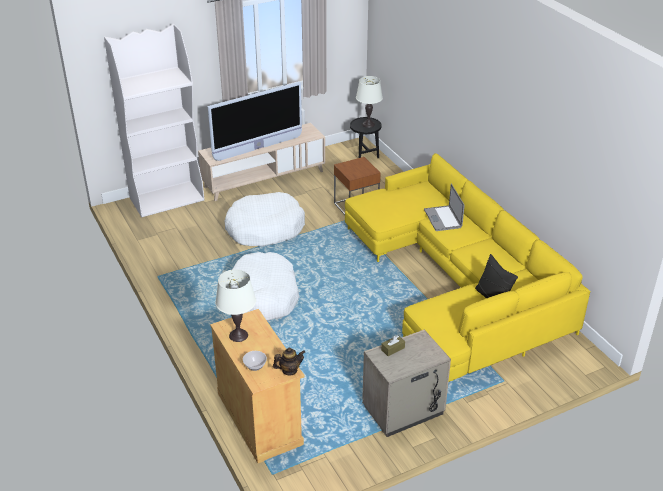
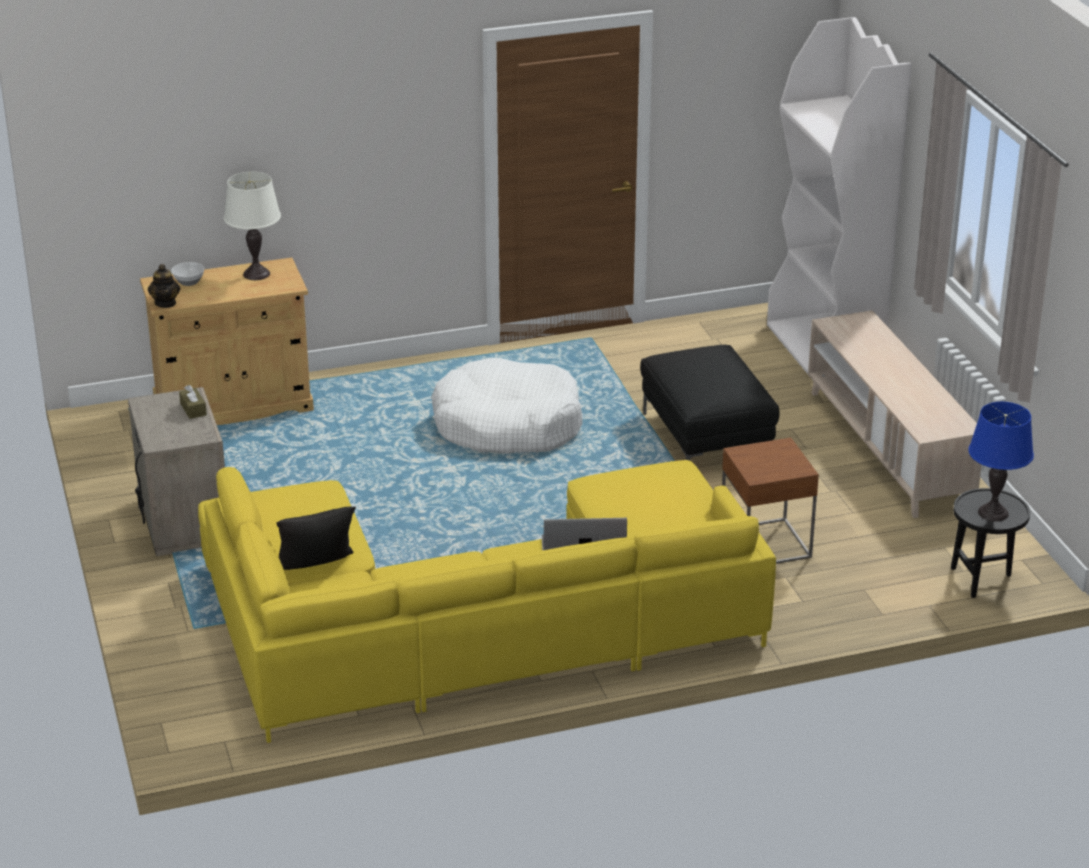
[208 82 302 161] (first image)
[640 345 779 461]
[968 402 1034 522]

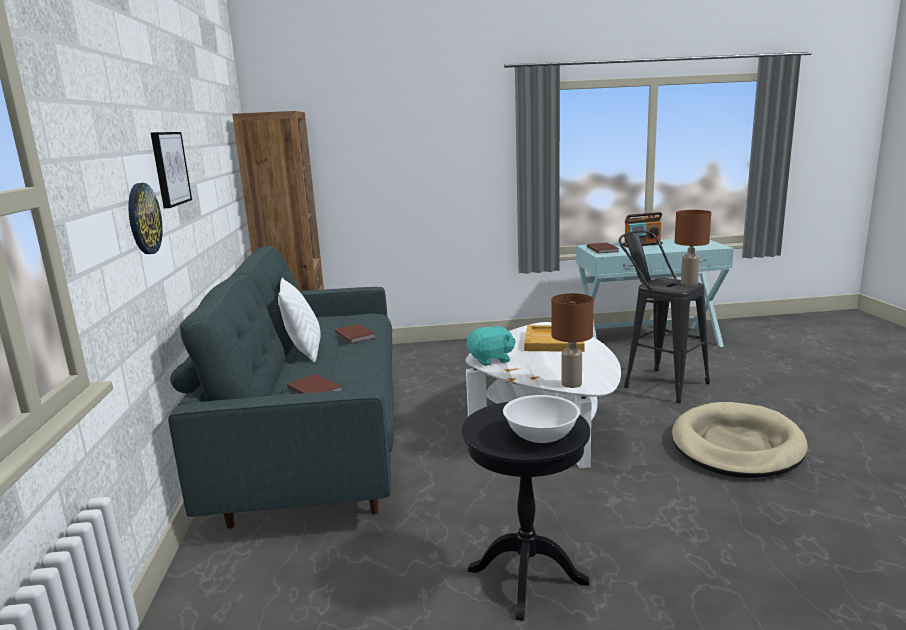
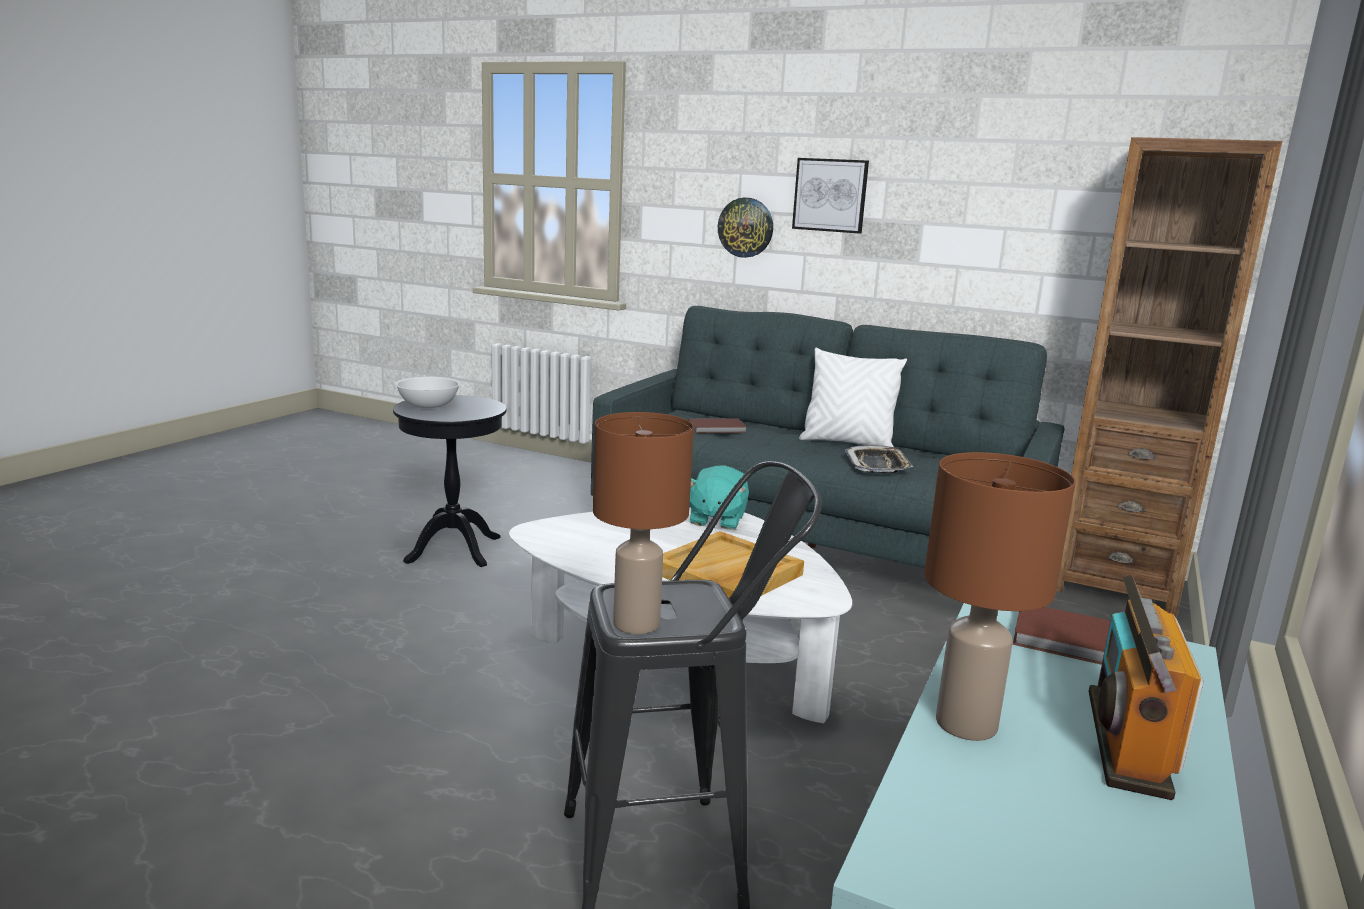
[846 445 913 473]
[924 452 1076 741]
[672 402 808 478] (first image)

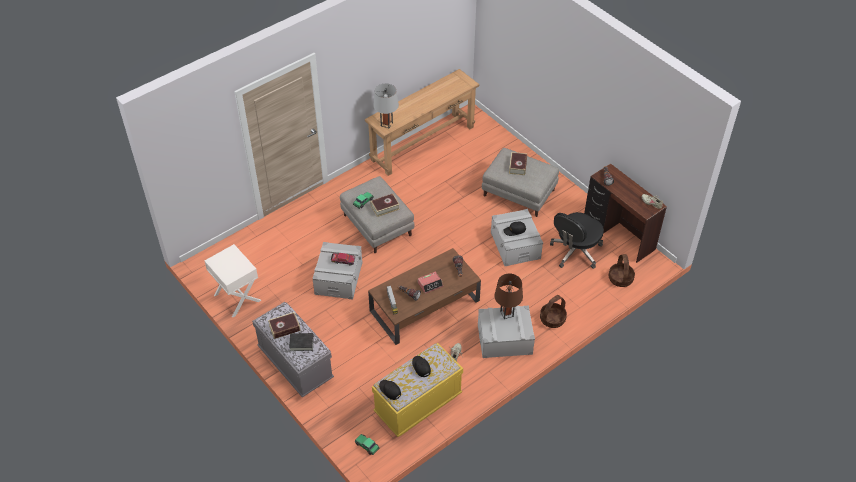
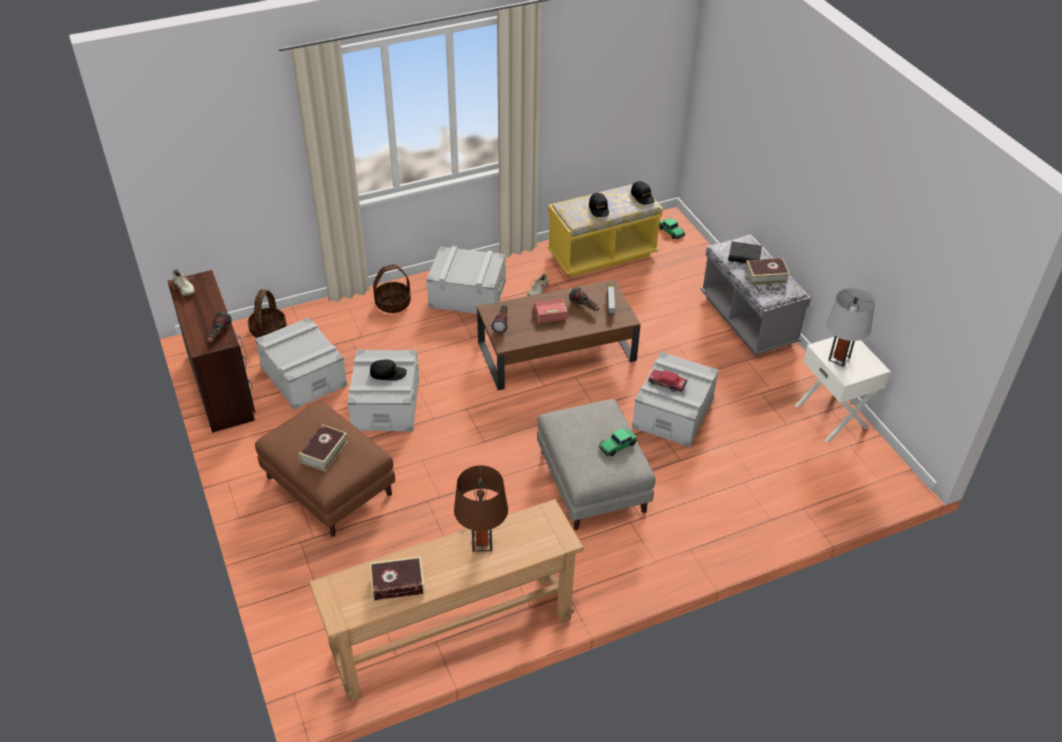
[370 556 425 601]
[826 288 875 367]
[255 401 395 537]
[454 465 508 552]
[255 317 347 410]

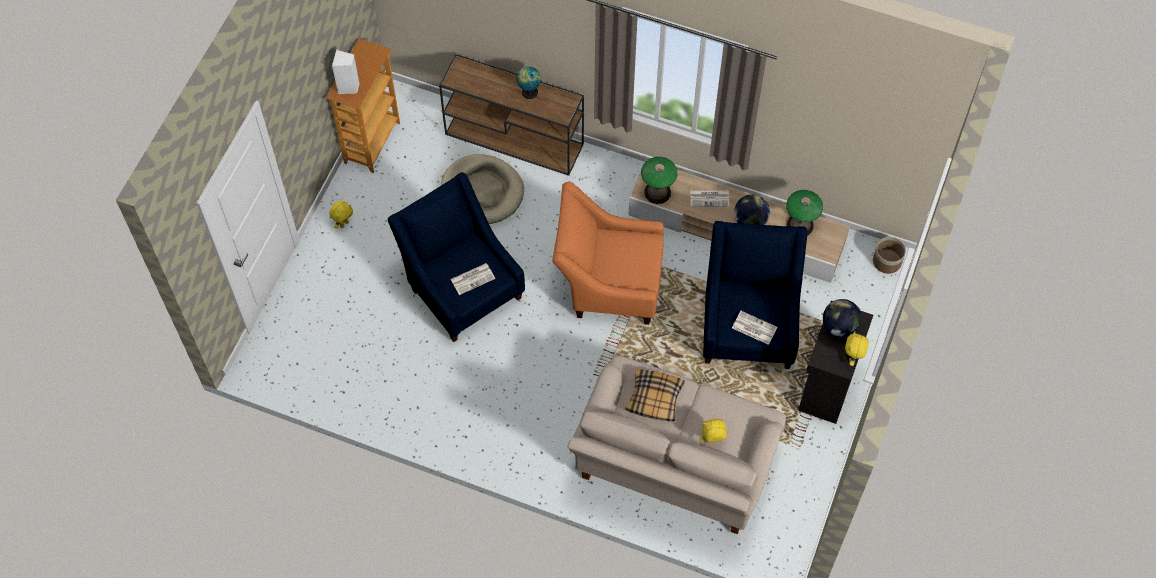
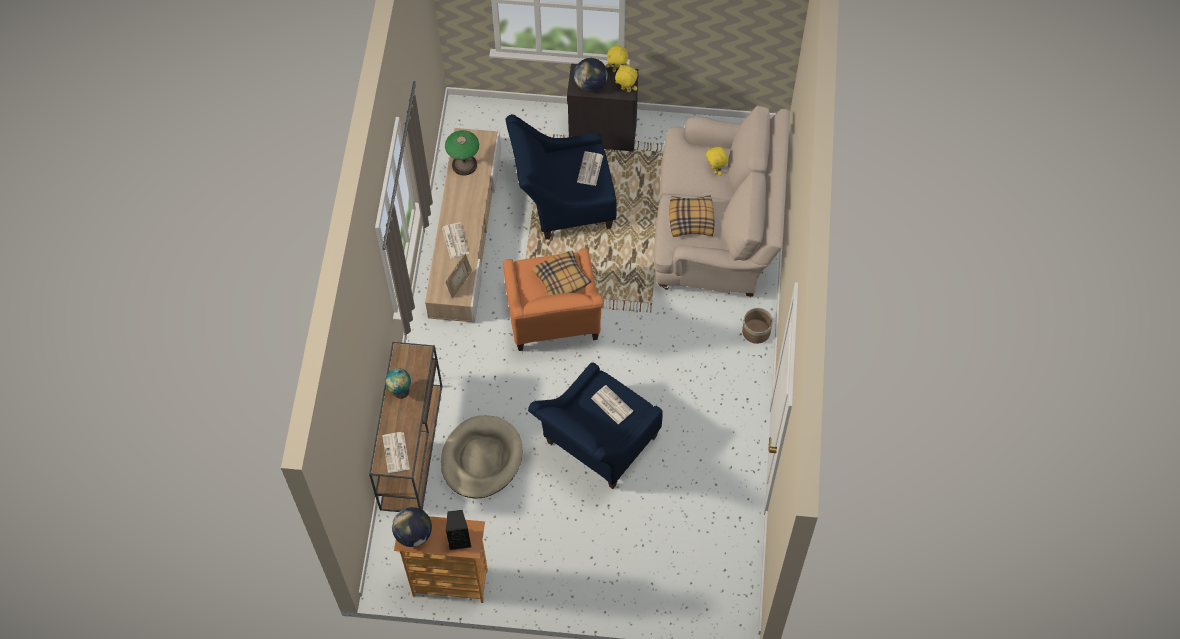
[615 64 637 92]
[445 510 471 550]
[445 253 472 298]
[392 507 432 547]
[742 308 773 344]
[382 432 410 473]
[532 251 591 295]

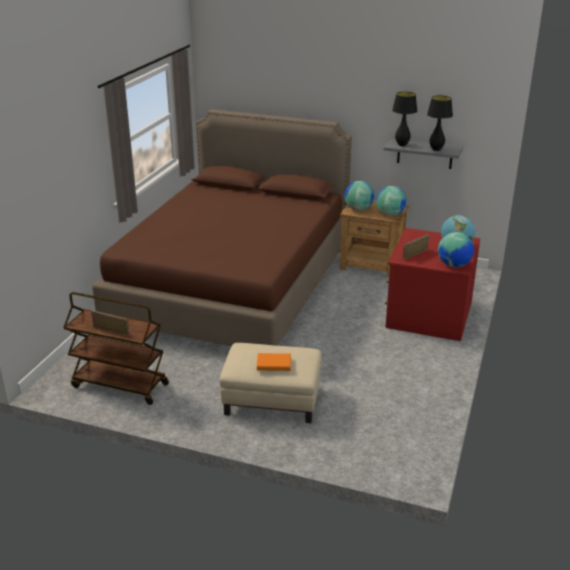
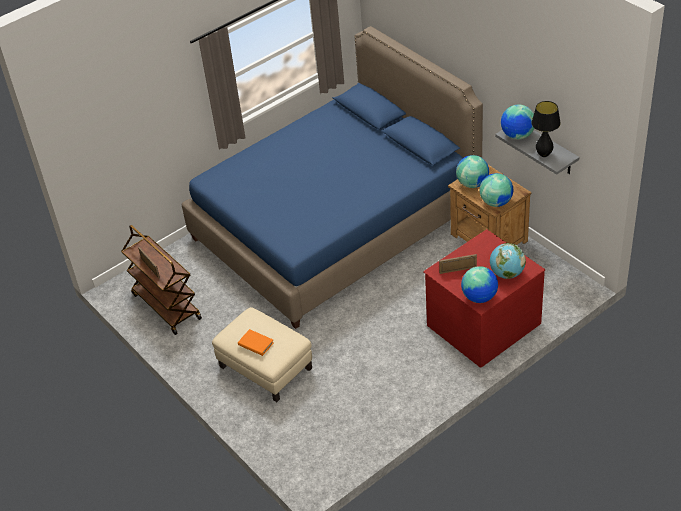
[182 26 483 329]
[501 104 535 139]

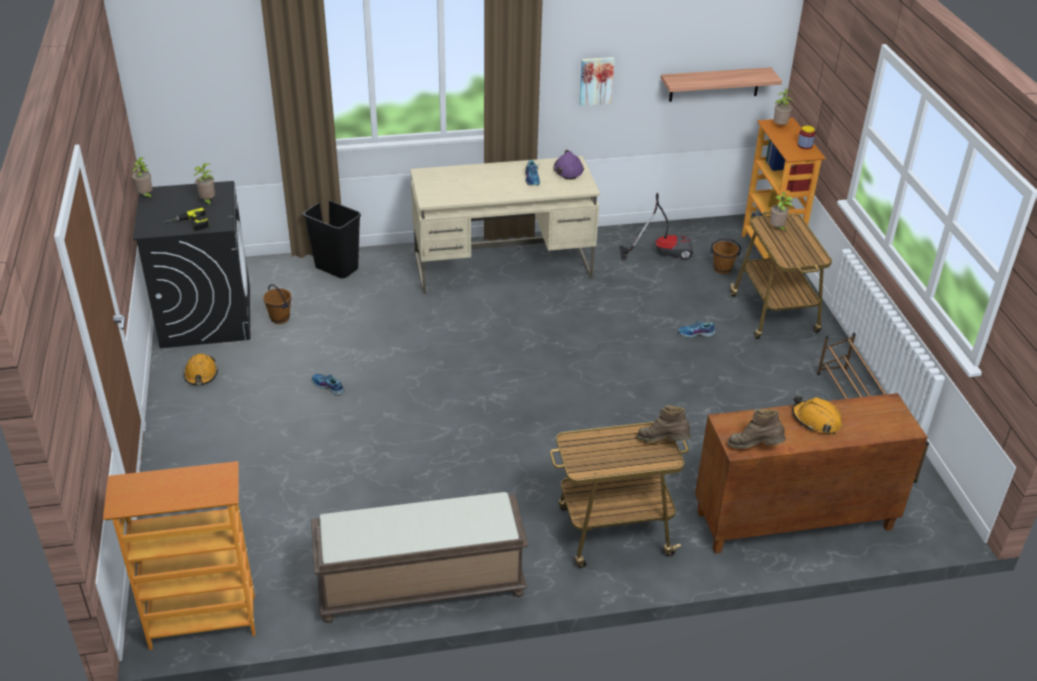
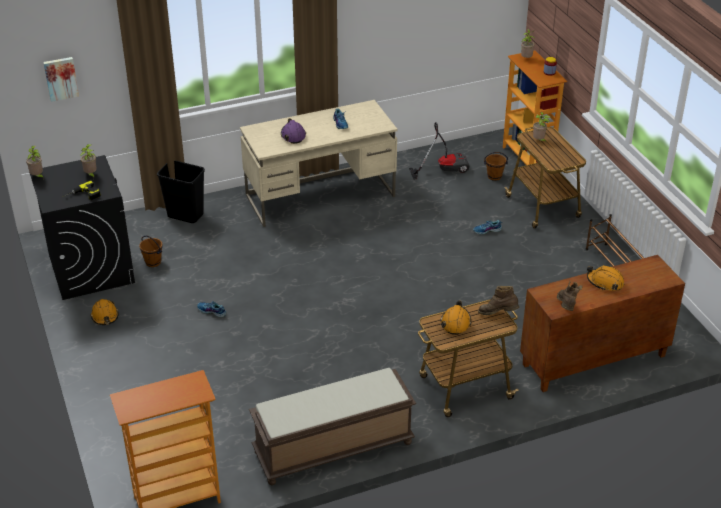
[281 118 306 144]
[43 57 79 102]
[661 67 782 102] (first image)
[557 281 582 311]
[440 300 471 335]

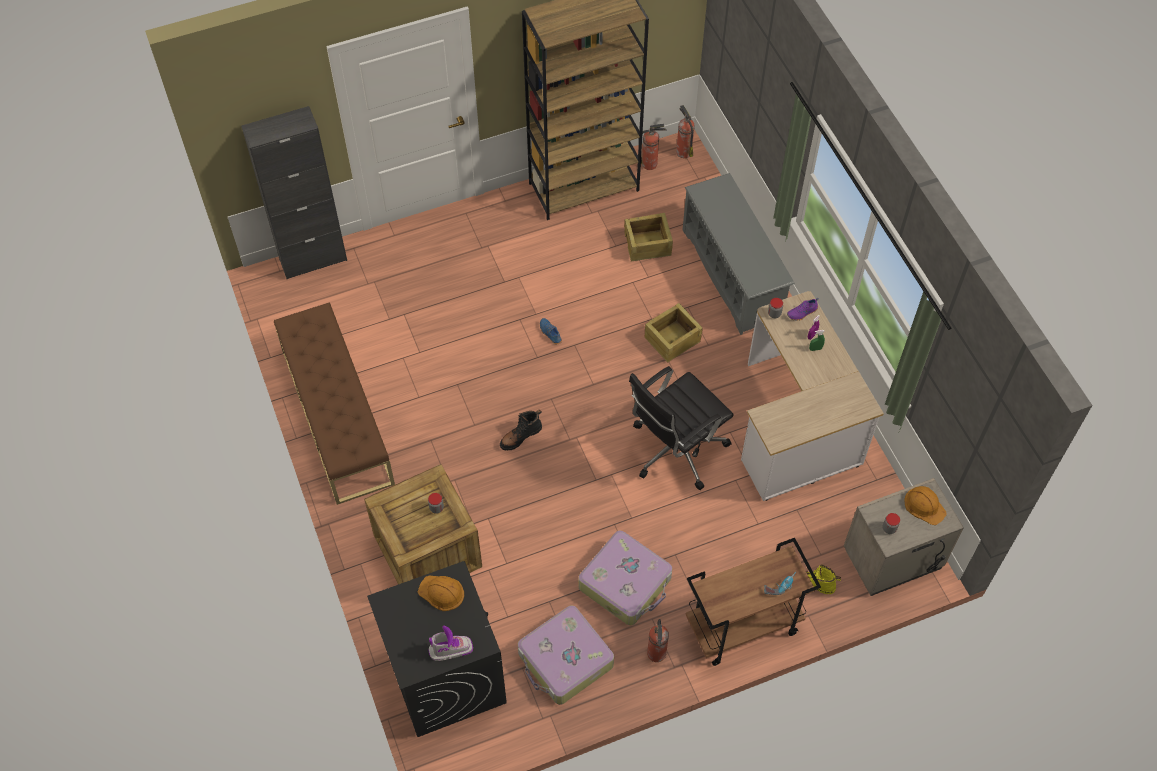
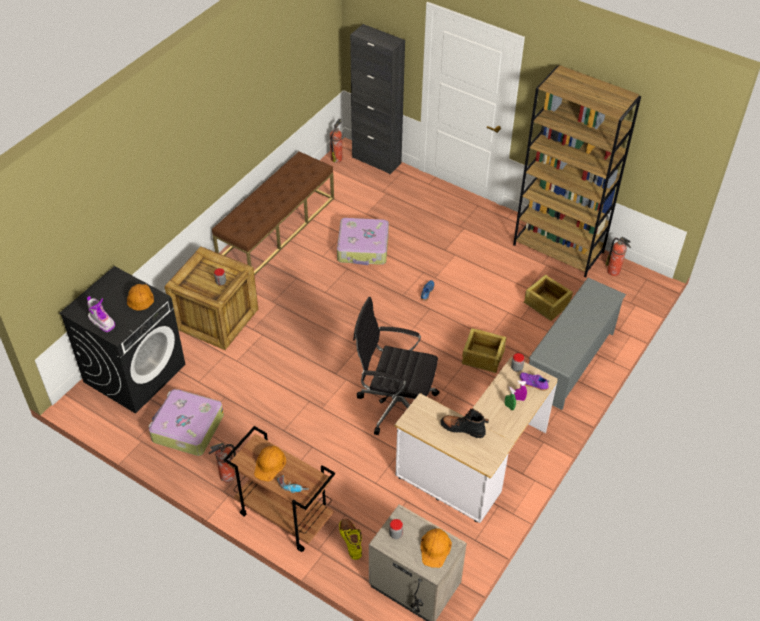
[440 409 489 438]
[337 218 389 265]
[330 119 343 163]
[254 446 286 482]

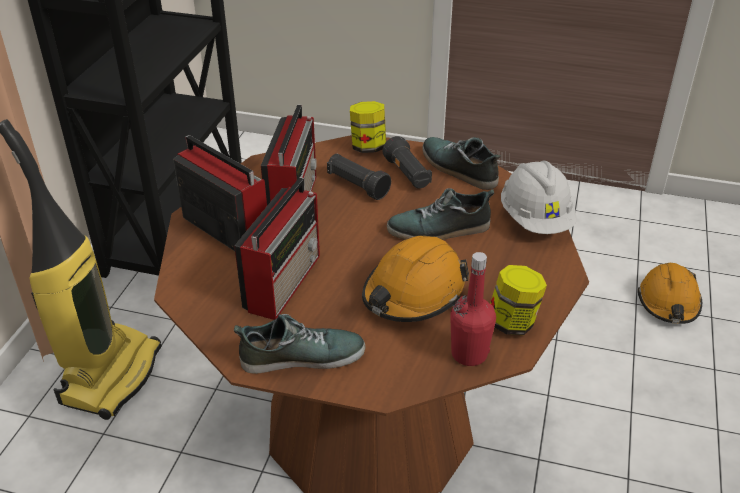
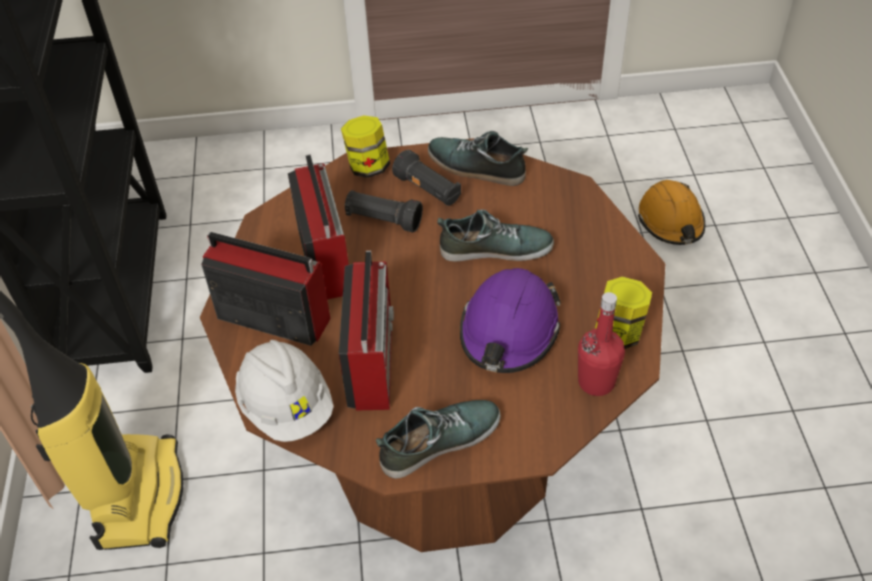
[460 268 561 373]
[437 210 554 262]
[235 340 334 442]

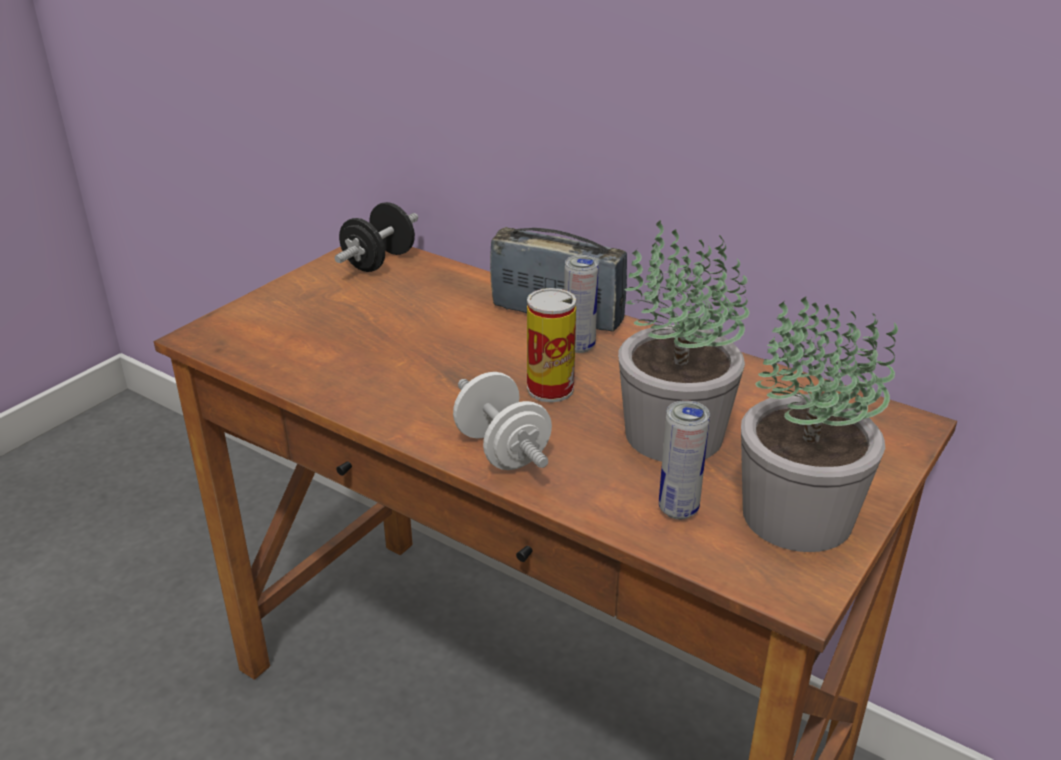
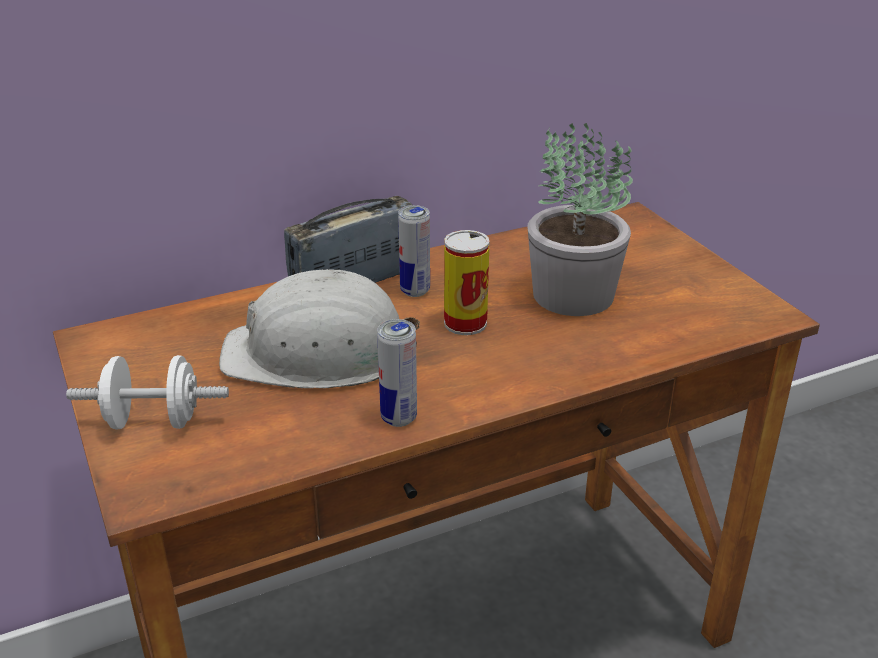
[335 202 418 272] (first image)
[66 355 229 430]
[377 319 417 427]
[741 296 898 552] (first image)
[219 269 420 388]

